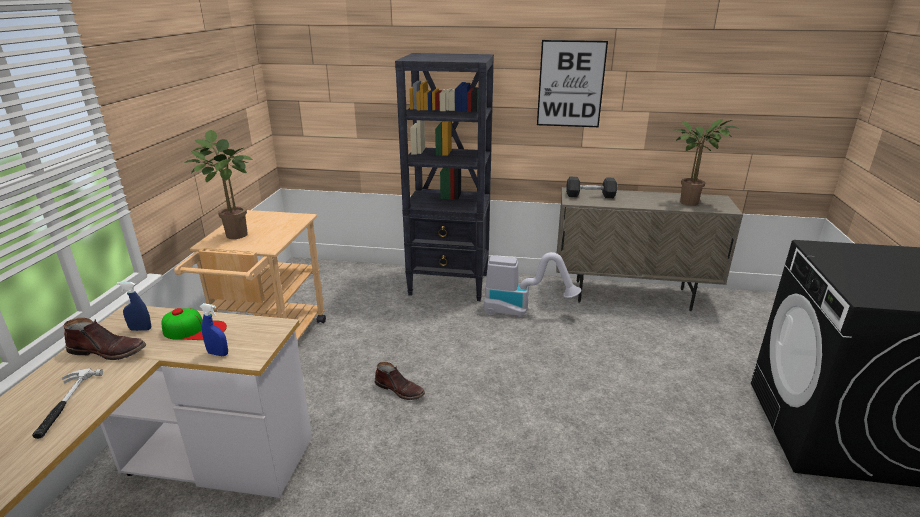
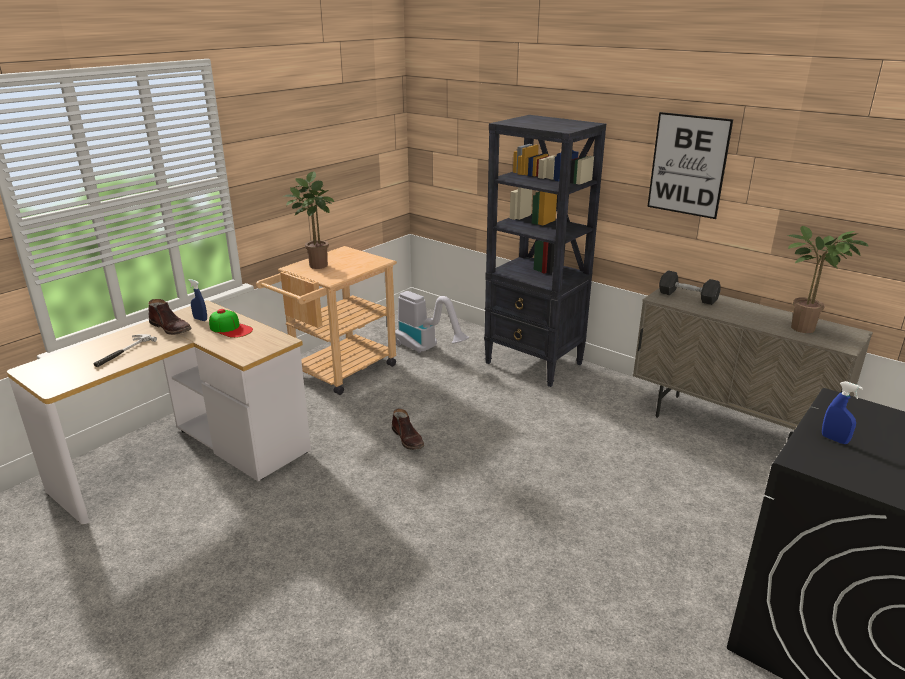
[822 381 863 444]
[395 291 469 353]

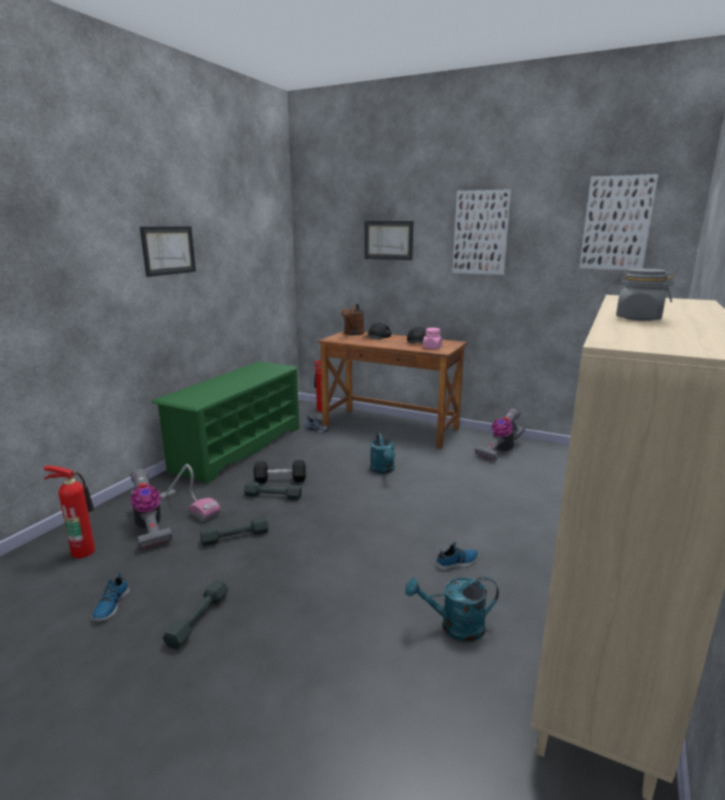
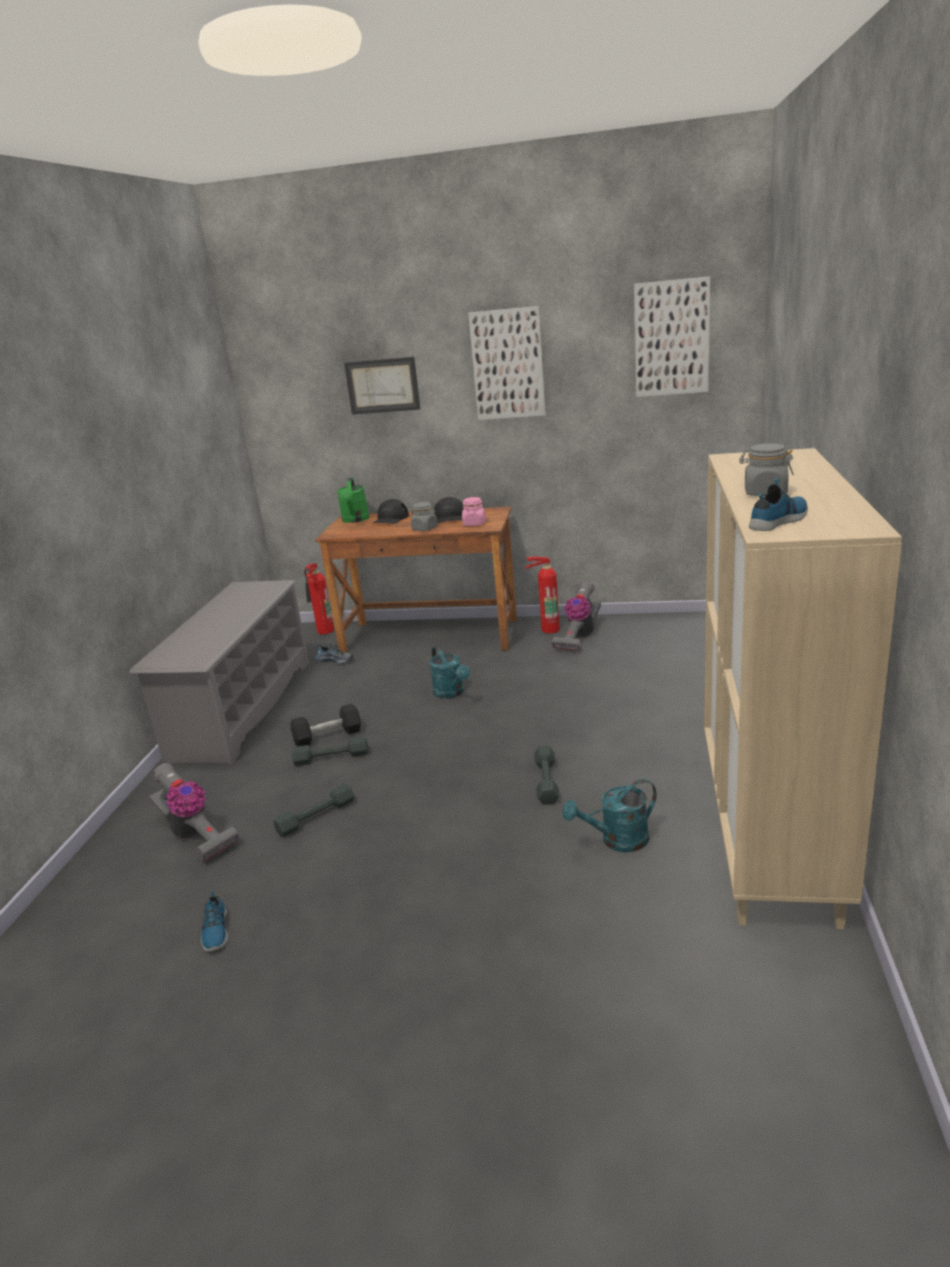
[526 557 560 634]
[140 226 196 277] (first image)
[129 580 309 765]
[159 464 221 521] (first image)
[534 746 559 805]
[337 478 370 523]
[749 478 808 531]
[411 502 438 531]

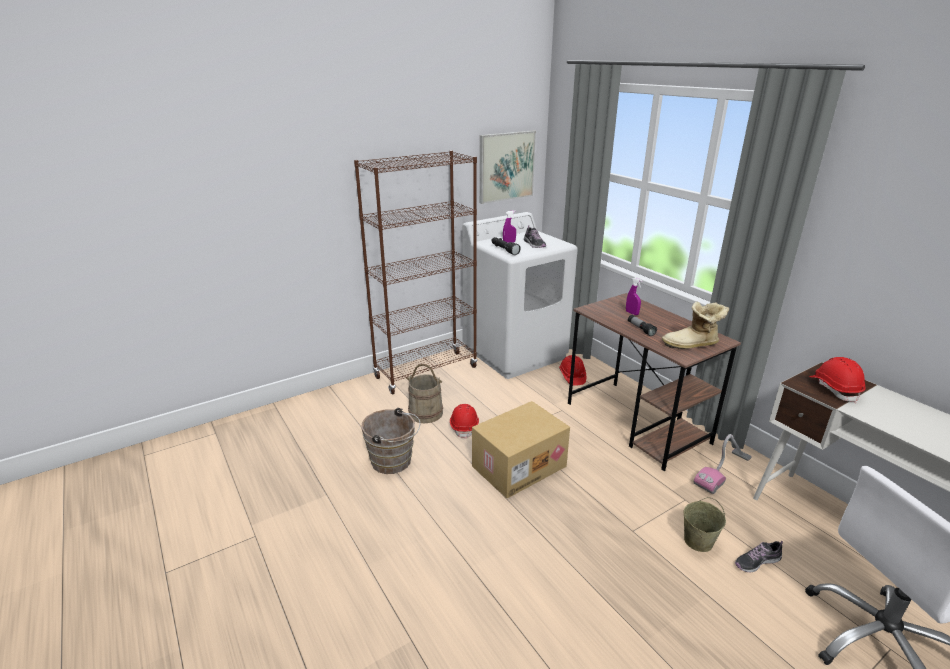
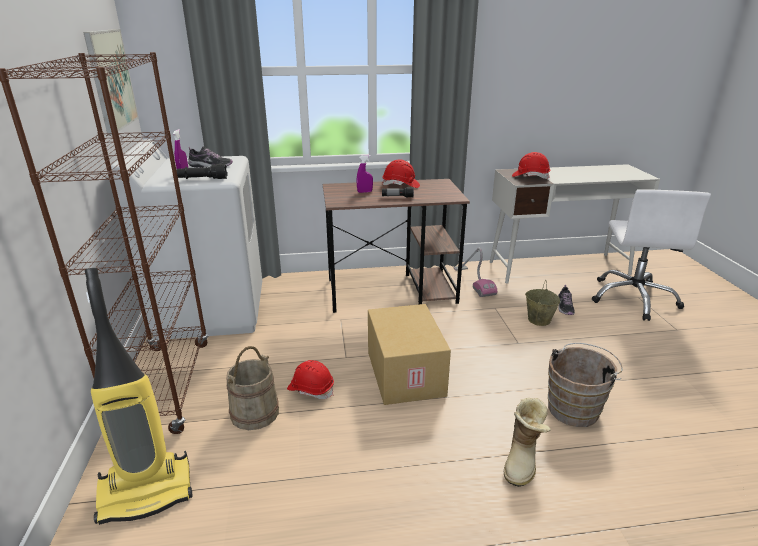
[548 343 623 427]
[382 159 420 188]
[504 398 551 487]
[85 268 192 525]

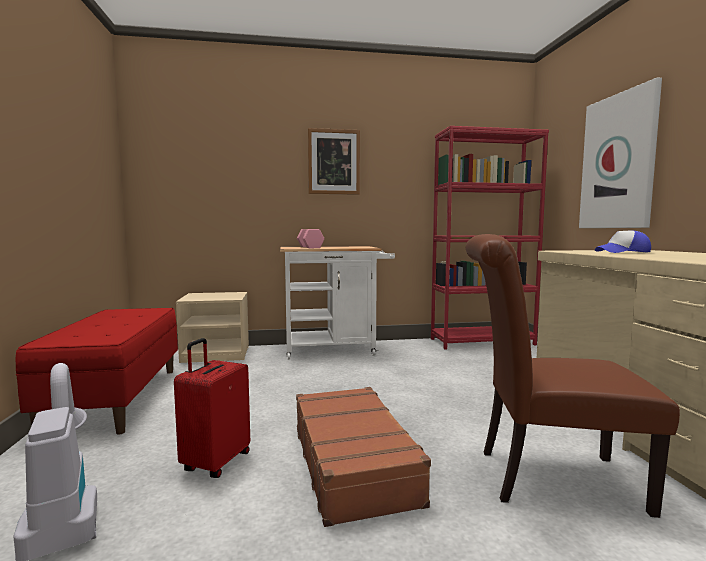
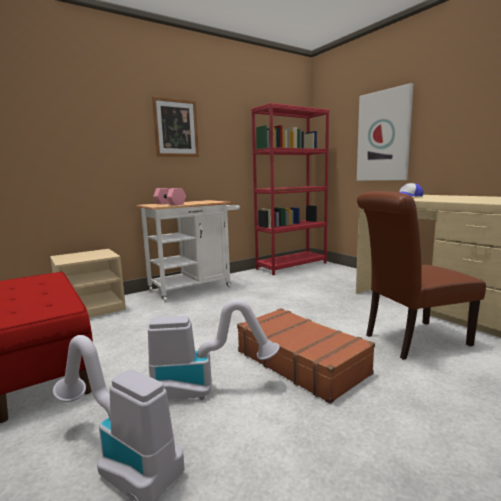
[148 299 280 400]

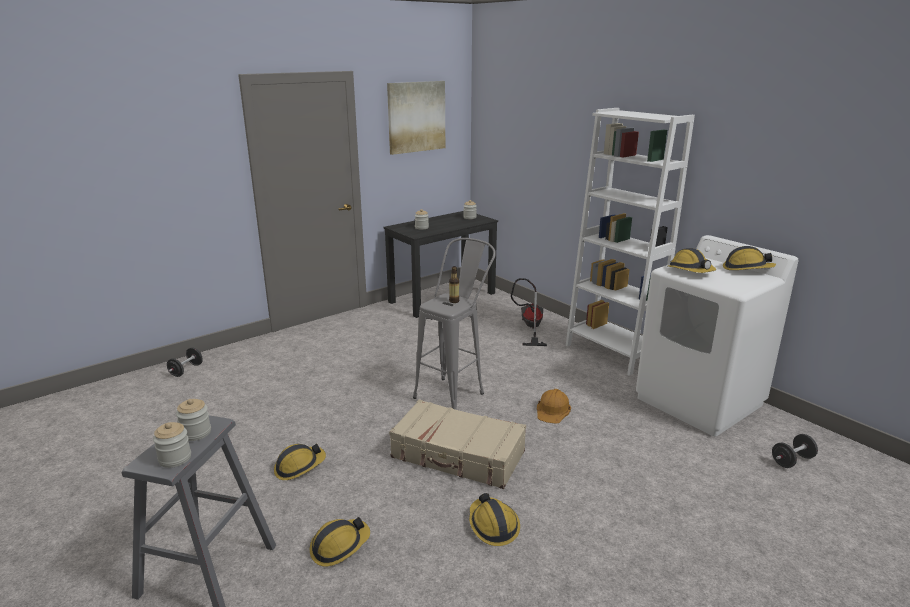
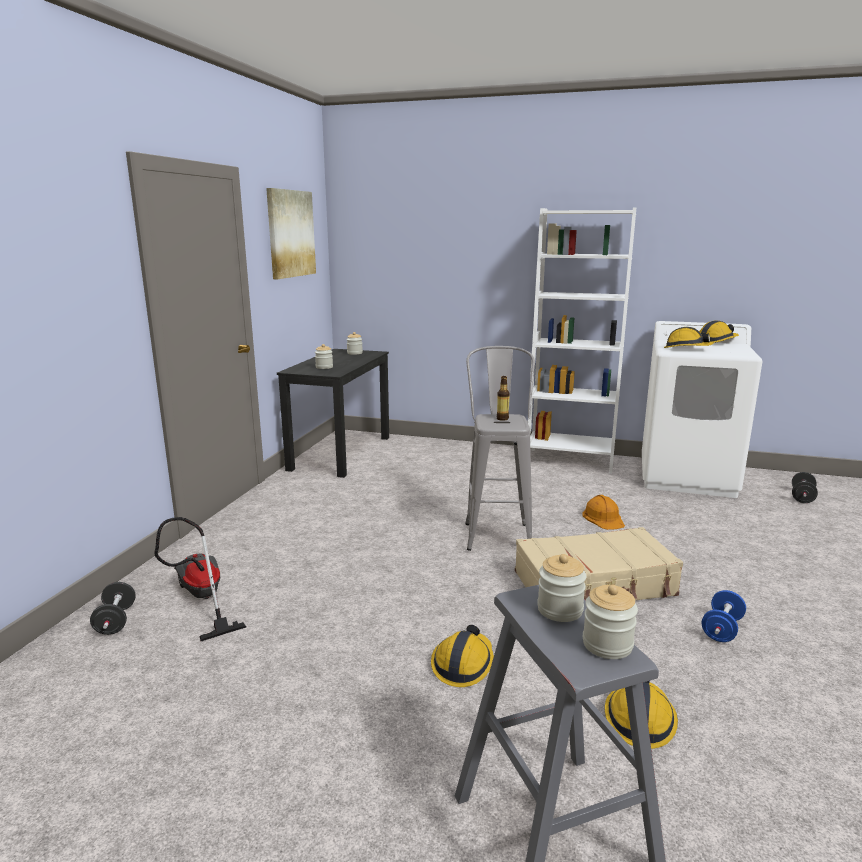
[702 590 746 642]
[154 517 246 641]

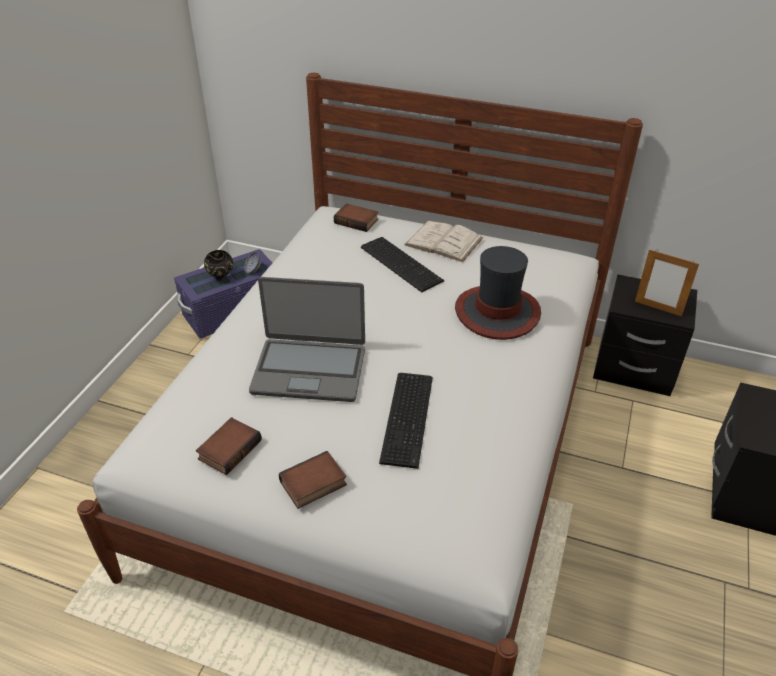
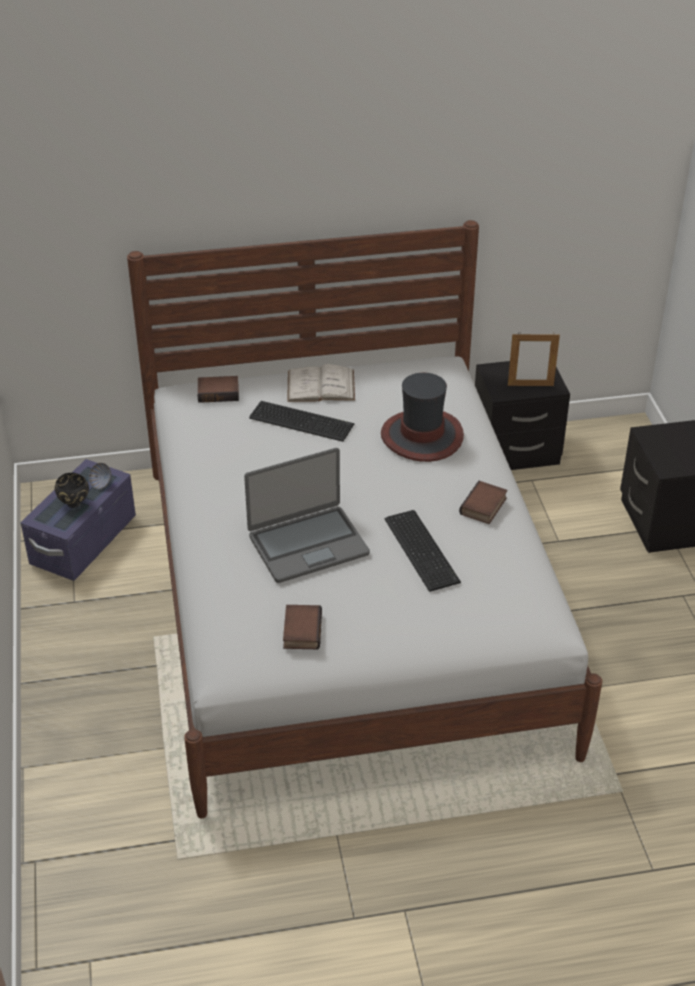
[459 481 508 524]

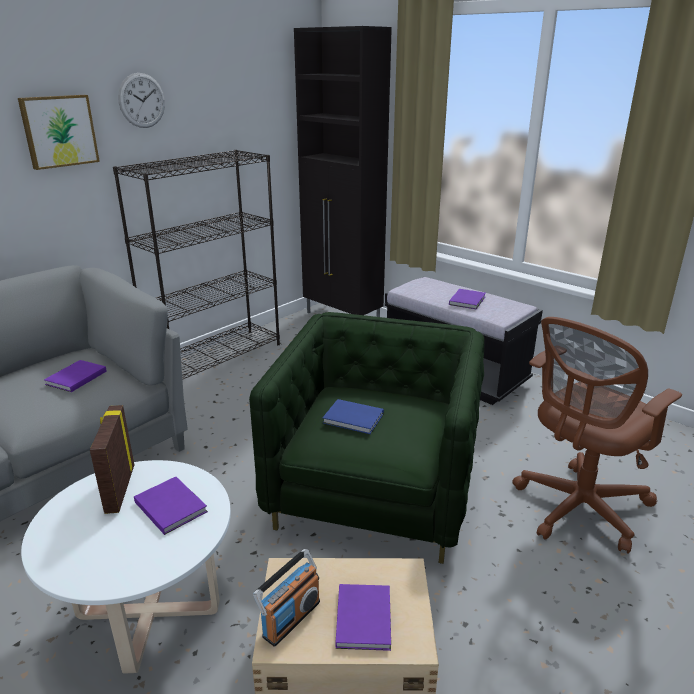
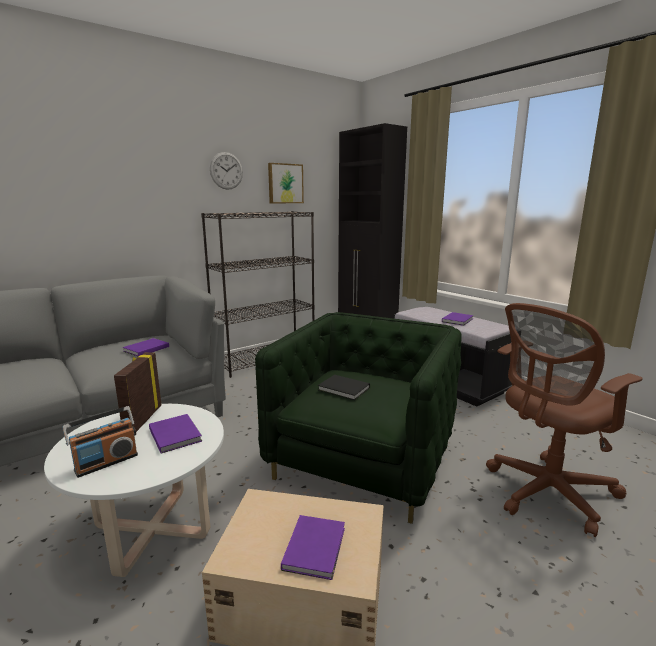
[268 163 304 203]
[63 406 138 478]
[318 375 370 400]

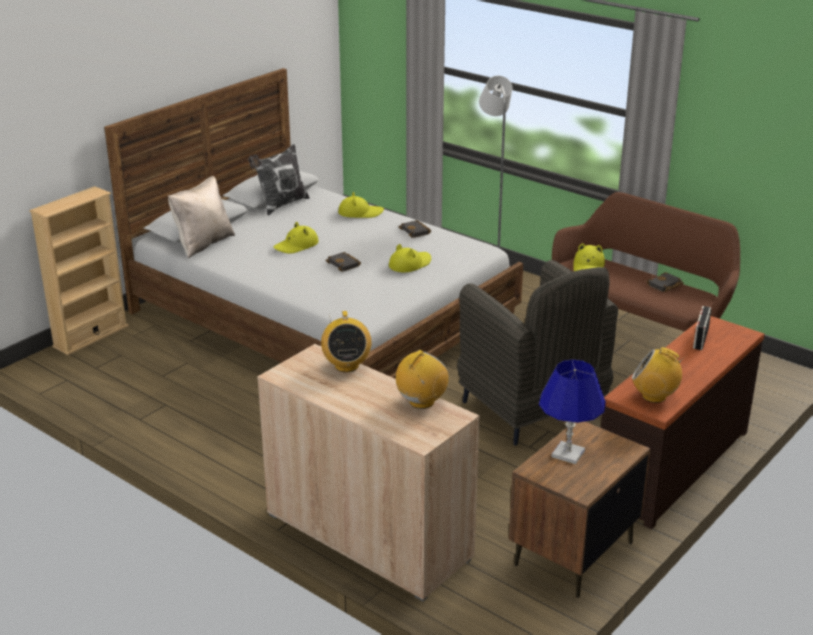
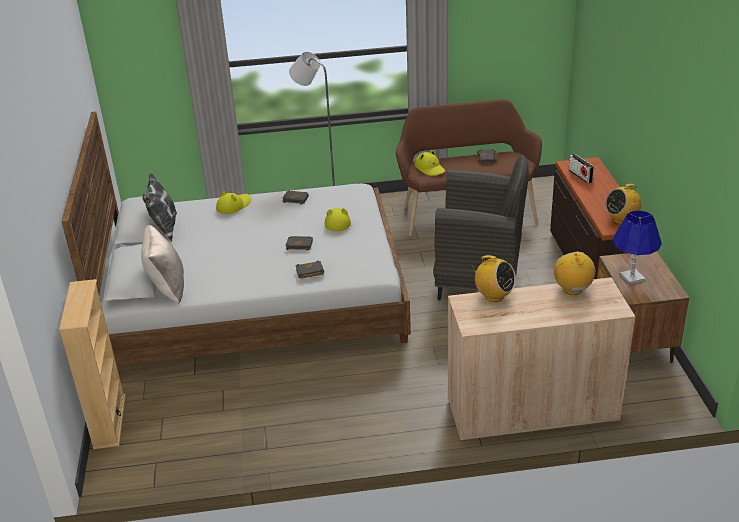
[273 222 319 254] (first image)
[295 261 324 279]

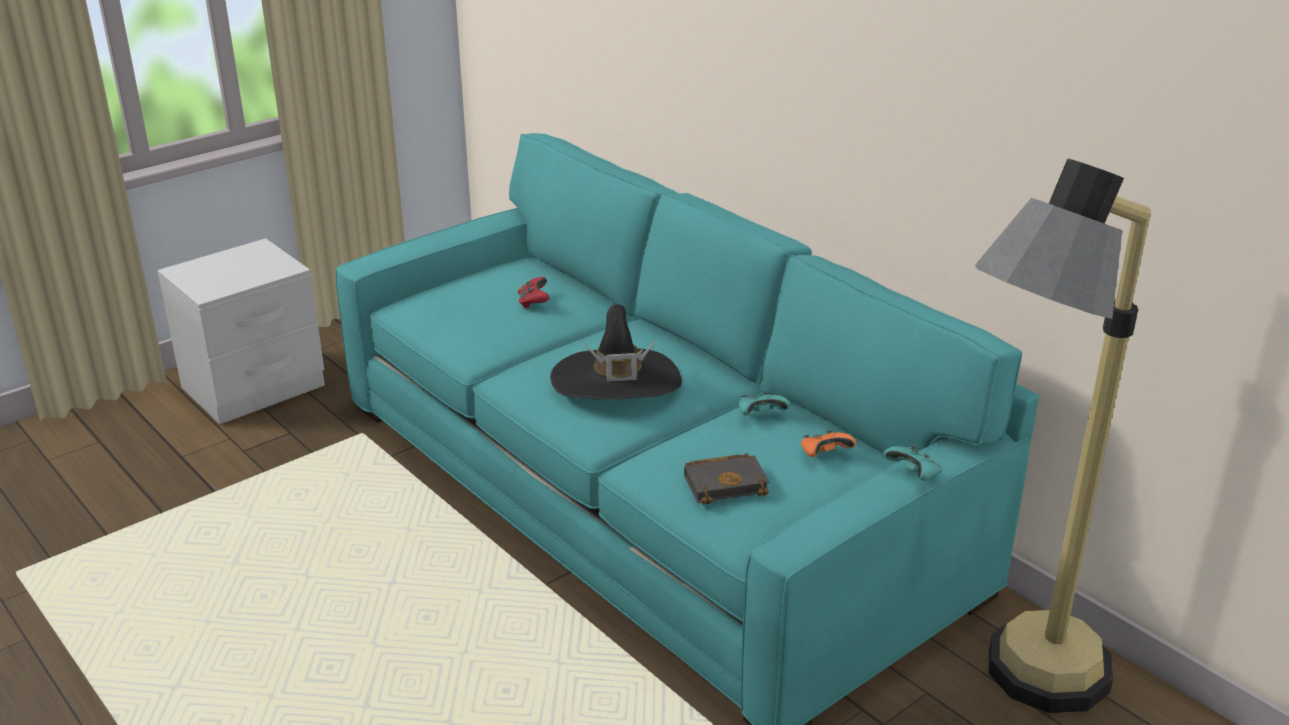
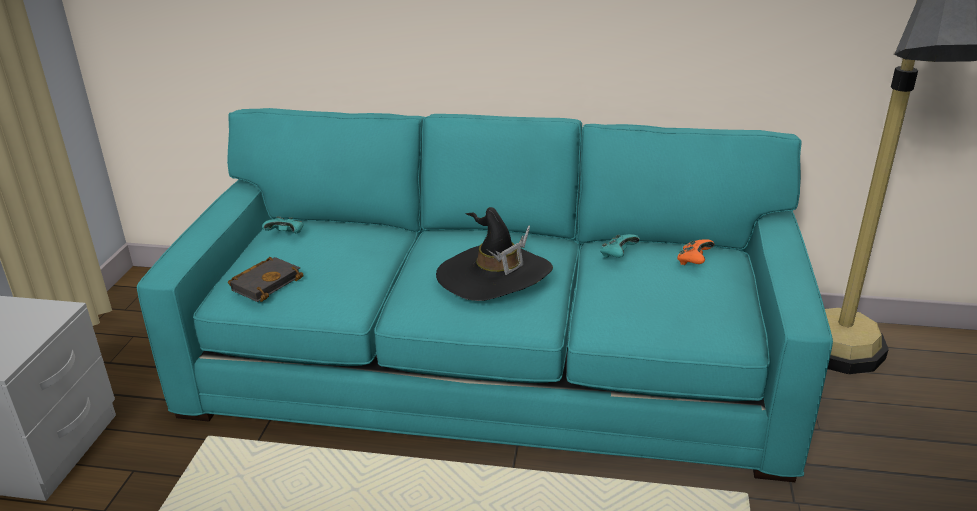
[518 277 549 309] (first image)
[228 257 304 302]
[262 216 304 233]

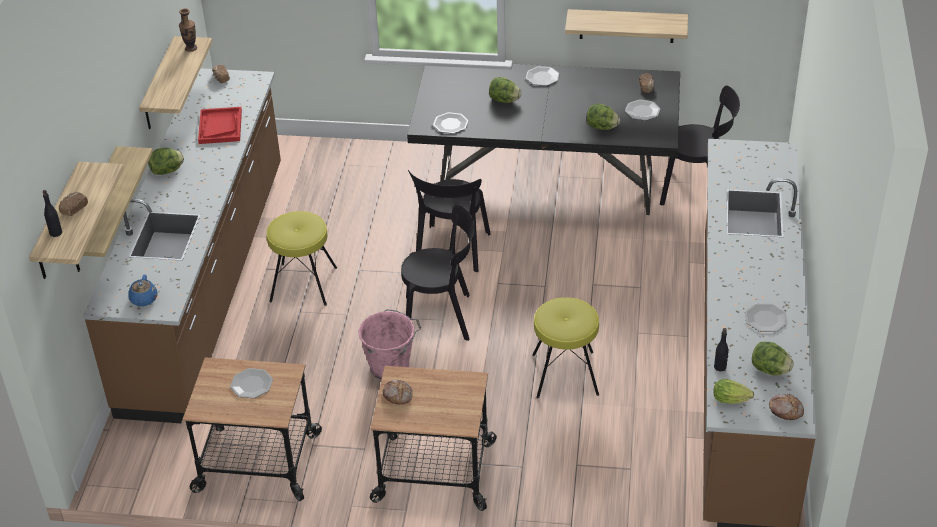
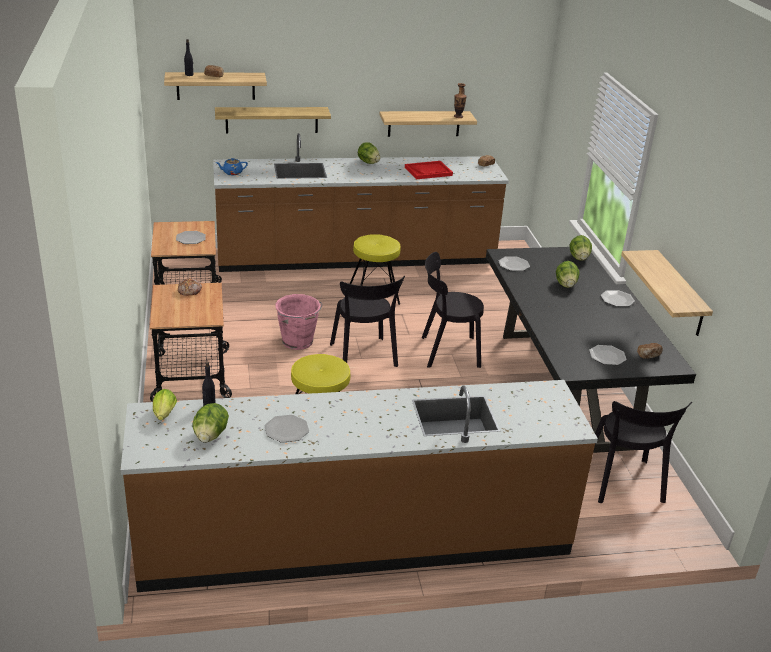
[569 235 592 261]
[769 394 804 420] (first image)

